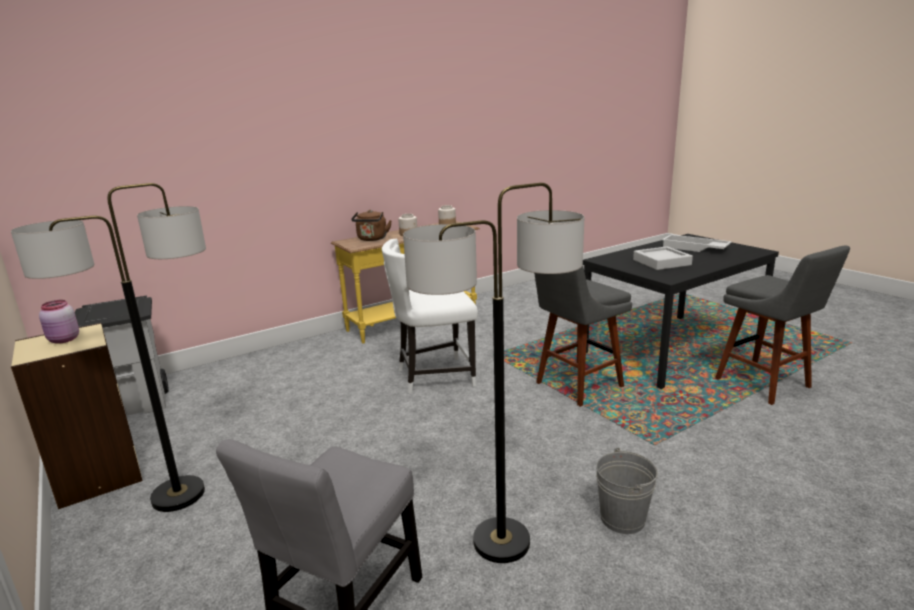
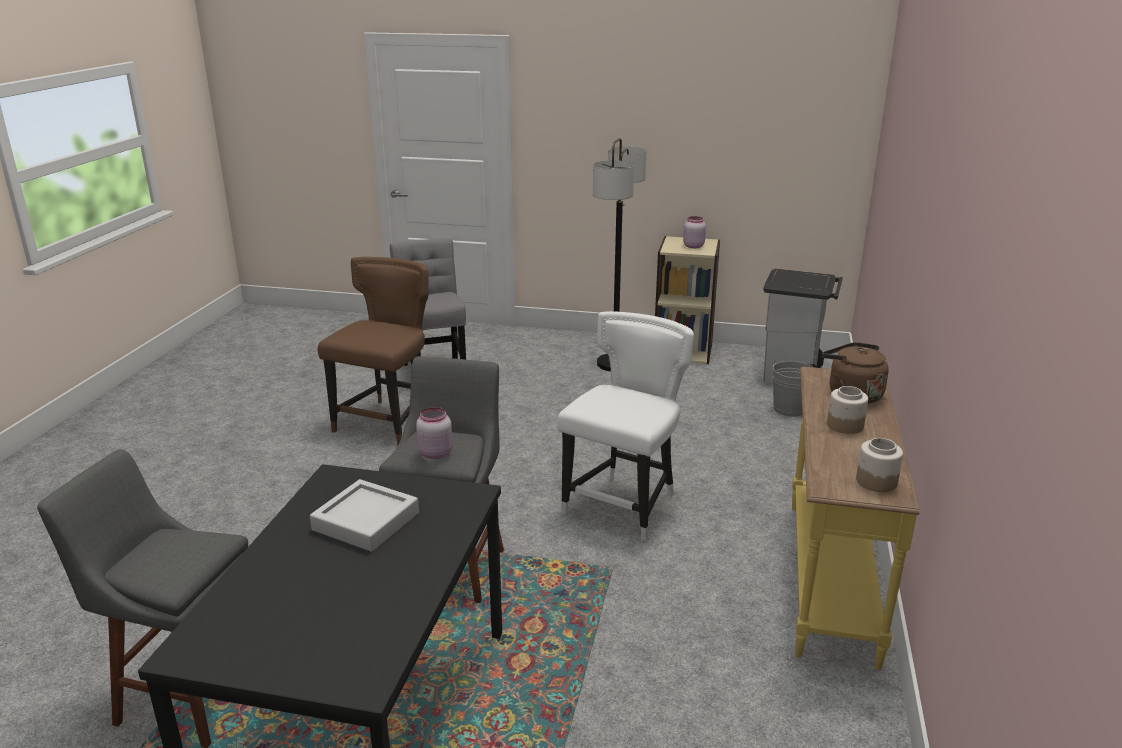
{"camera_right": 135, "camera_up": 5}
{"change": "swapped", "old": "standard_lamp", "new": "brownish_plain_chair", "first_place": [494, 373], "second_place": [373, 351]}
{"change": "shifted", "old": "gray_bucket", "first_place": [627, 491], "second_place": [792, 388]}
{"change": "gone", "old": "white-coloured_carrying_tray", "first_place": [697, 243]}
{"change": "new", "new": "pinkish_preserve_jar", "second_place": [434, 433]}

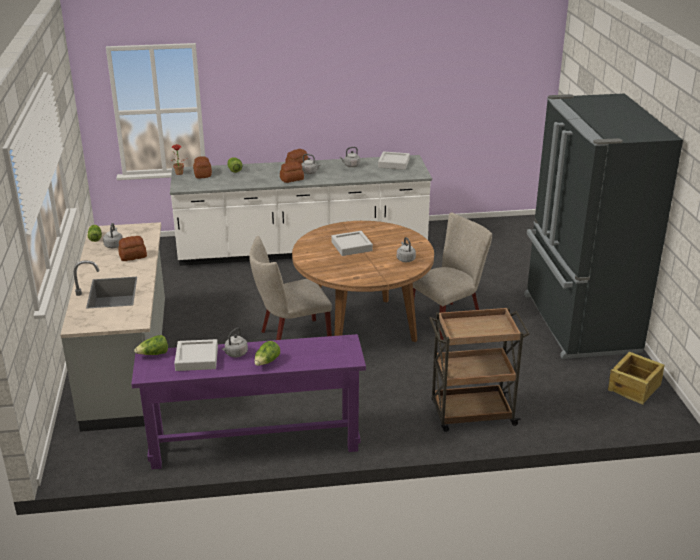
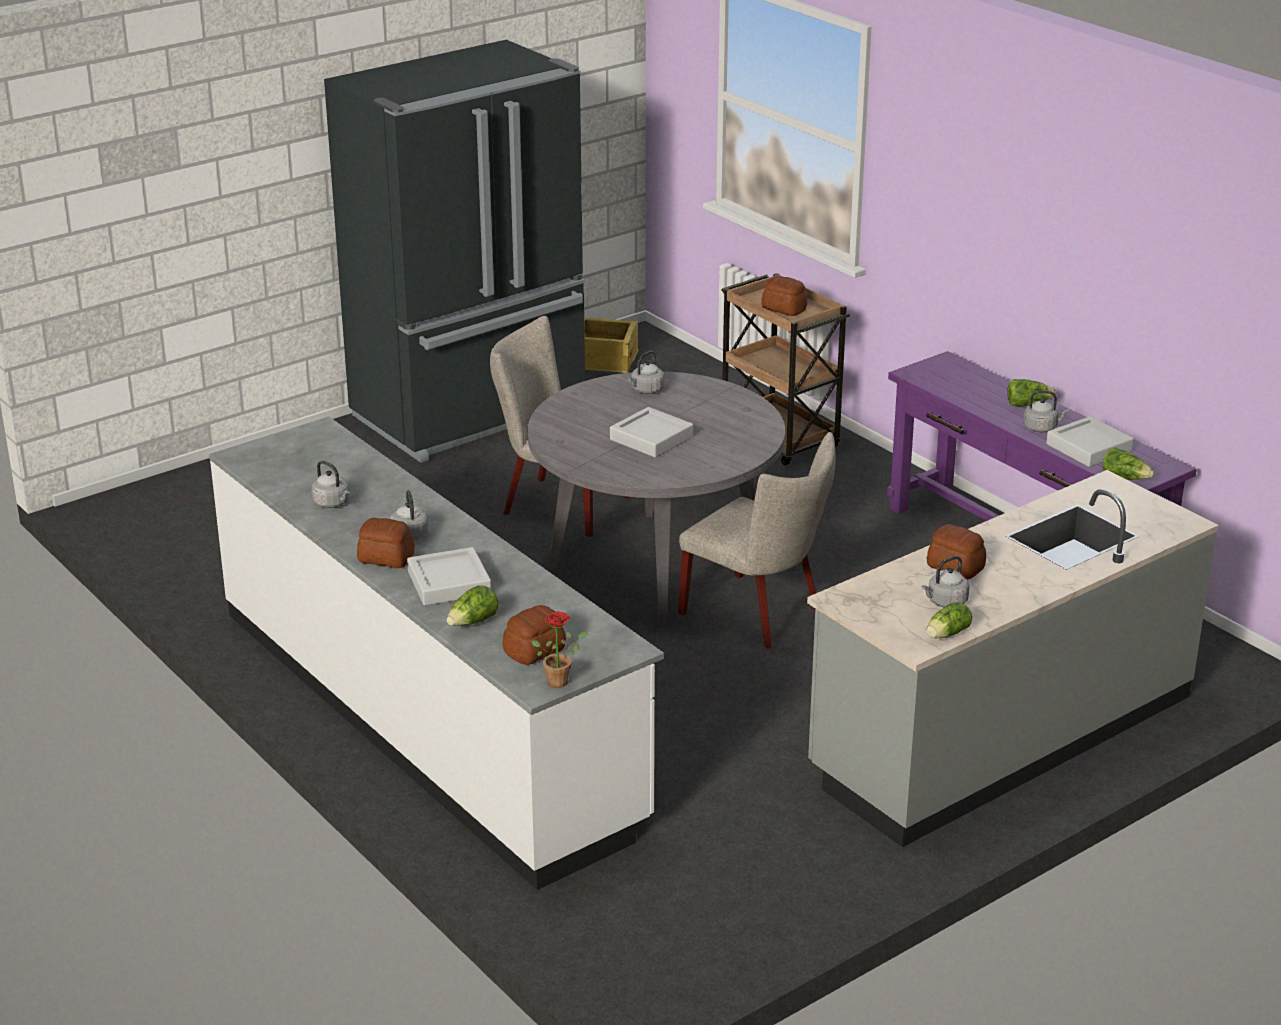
{"camera_right": -120, "camera_up": 0}
{"change": "shifted", "old": "bakery_bread", "first_place": [292, 172], "second_place": [784, 296]}
{"change": "repainted", "old": "brownish_kitchen_table", "new": "gray_kitchen_table", "first_place": [363, 281], "second_place": [656, 497]}
{"change": "shifted", "old": "gray_carrying_tray", "first_place": [394, 160], "second_place": [449, 576]}

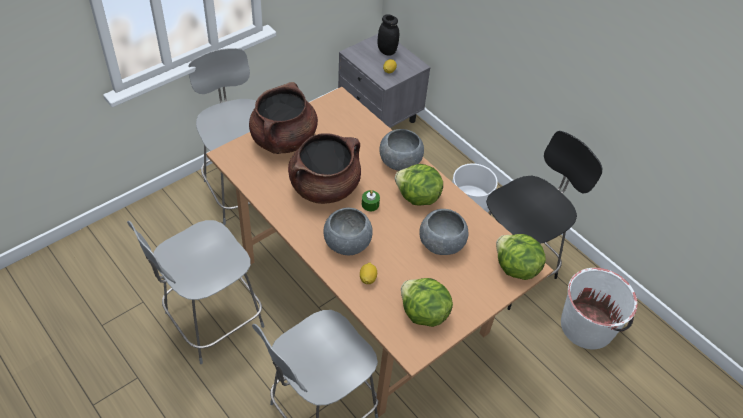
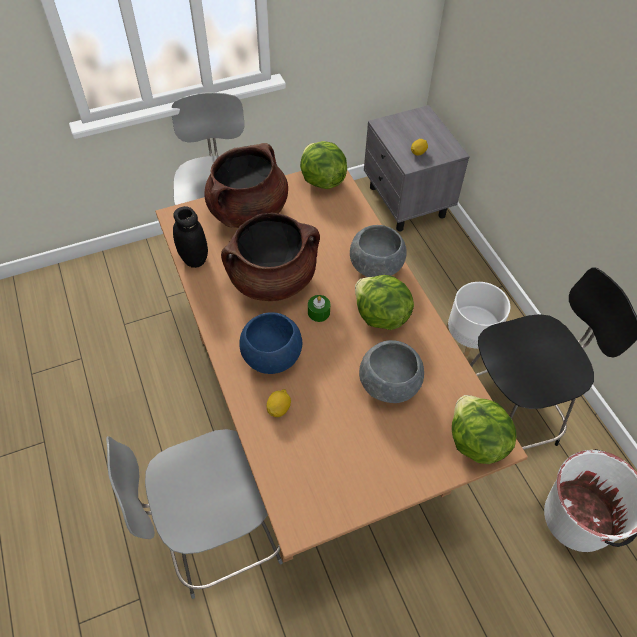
{"camera_right": 20, "camera_up": 5}
{"change": "gone", "old": "gray_plain_chair", "first_place": [195, 292]}
{"change": "repainted", "old": "gray_serving_bowl", "new": "blue-coloured_serving_bowl", "first_place": [348, 231], "second_place": [270, 343]}
{"change": "shifted", "old": "black-coloured_preserve_jar", "first_place": [388, 35], "second_place": [190, 237]}
{"change": "shifted", "old": "lettuce", "first_place": [427, 302], "second_place": [323, 165]}

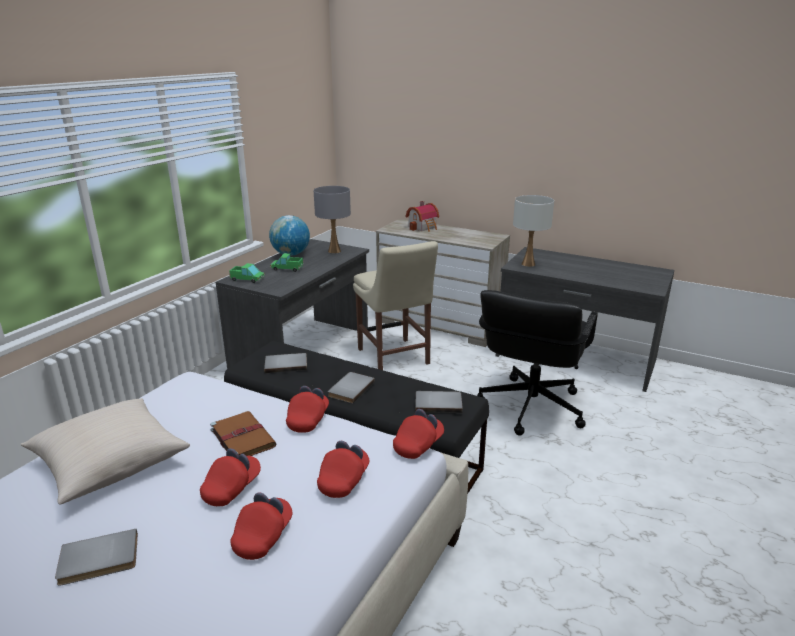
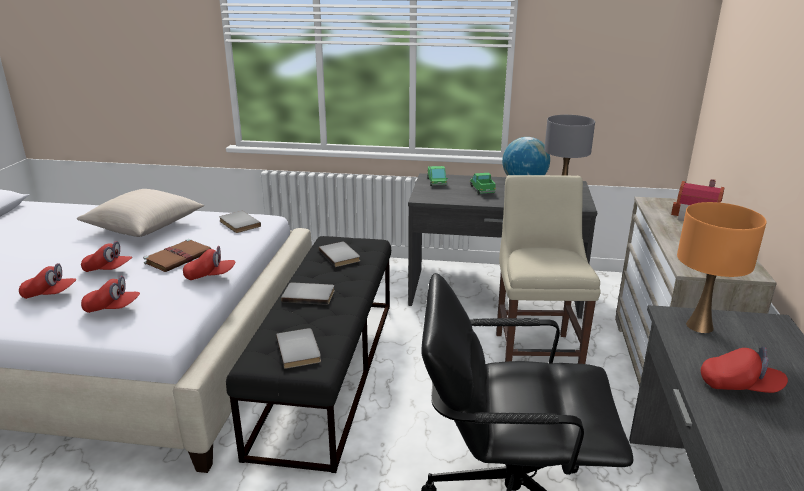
{"camera_right": 70, "camera_up": 0}
{"change": "shifted", "old": "gray_book", "first_place": [96, 557], "second_place": [240, 222]}
{"change": "rotated", "old": "sand-coloured_plain_chair", "first_place": [395, 305], "second_place": [548, 269], "degrees": 135}
{"change": "shifted", "old": "reddish_cap", "first_place": [418, 434], "second_place": [744, 370]}
{"change": "repainted", "old": "white-coloured_table_lamp", "new": "orange-coloured_table_lamp", "first_place": [533, 231], "second_place": [722, 267]}

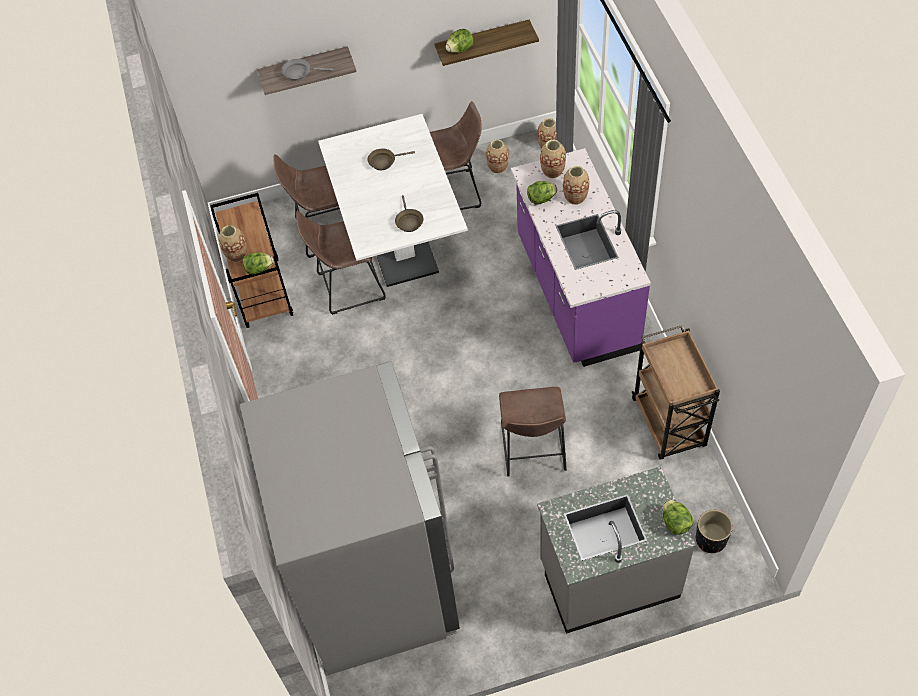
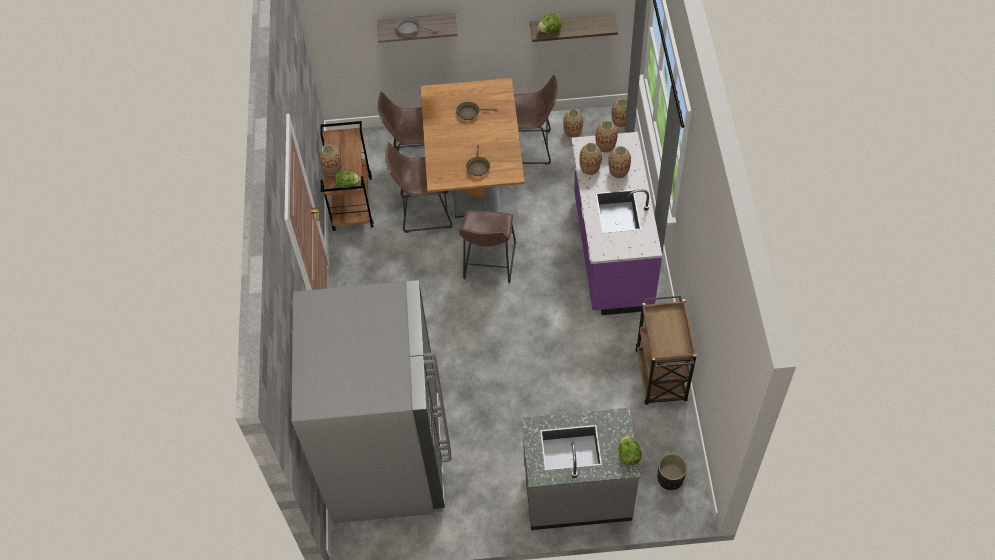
{"camera_right": 10, "camera_up": 0}
{"change": "repainted", "old": "white-coloured_kitchen_table", "new": "brownish_kitchen_table", "first_place": [393, 200], "second_place": [472, 148]}
{"change": "shifted", "old": "brownish_sitting_stool", "first_place": [533, 432], "second_place": [487, 246]}
{"change": "swapped", "old": "lettuce", "new": "decorative_vase", "first_place": [542, 193], "second_place": [590, 159]}

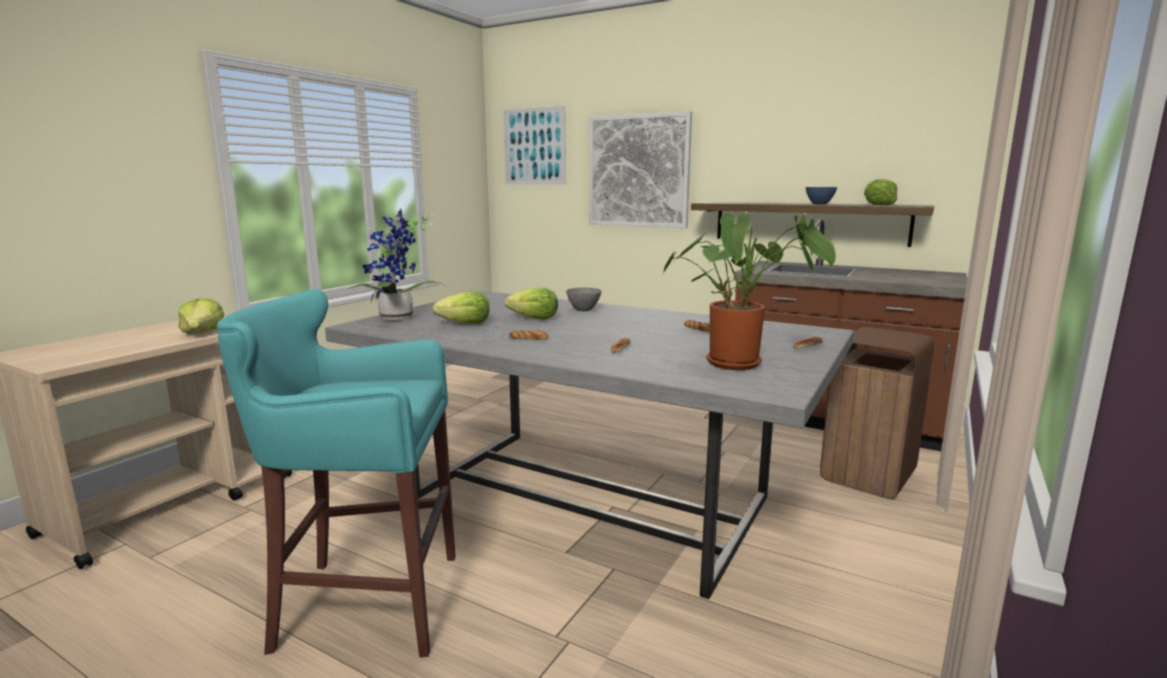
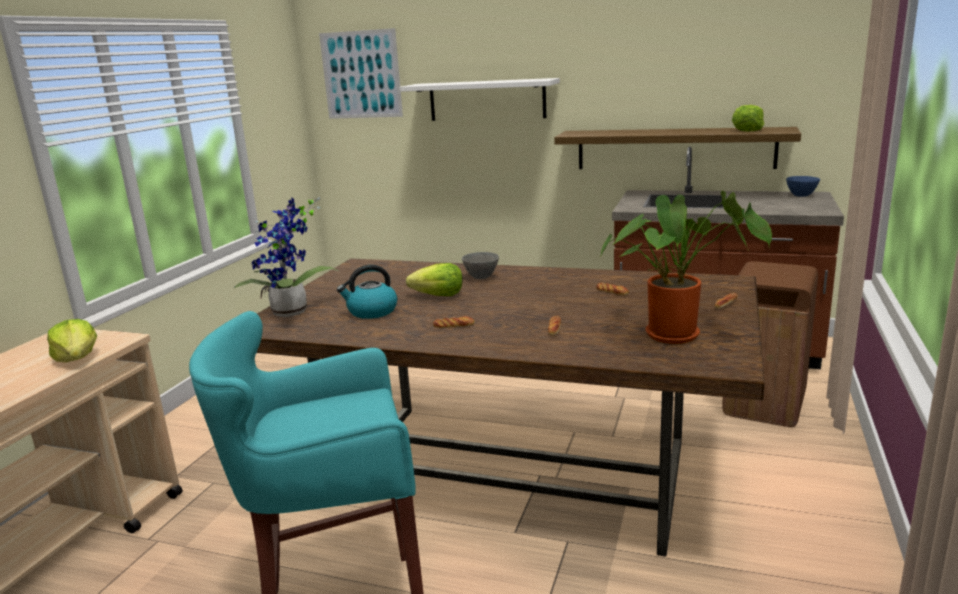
{"camera_right": -10, "camera_up": 5}
{"change": "repainted", "old": "gray_kitchen_table", "new": "brownish_kitchen_table", "first_place": [589, 445], "second_place": [510, 407]}
{"change": "swapped", "old": "lettuce", "new": "tea_kettle", "first_place": [460, 307], "second_place": [367, 291]}
{"change": "swapped", "old": "wall_picture", "new": "white-coloured_bracket_shelf", "first_place": [640, 169], "second_place": [480, 99]}
{"change": "shifted", "old": "blue-coloured_serving_bowl", "first_place": [821, 196], "second_place": [803, 186]}

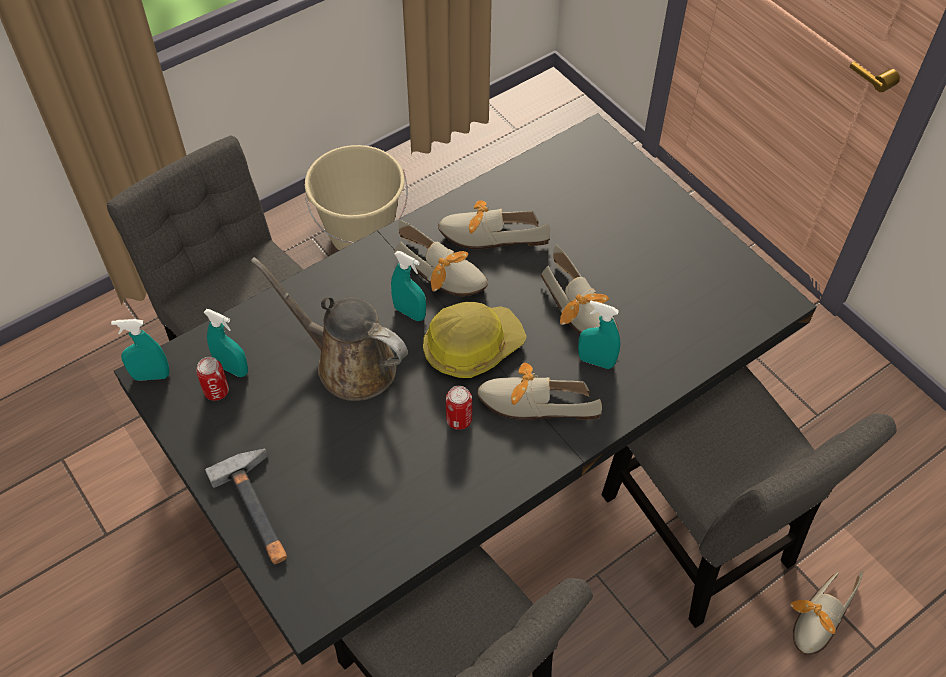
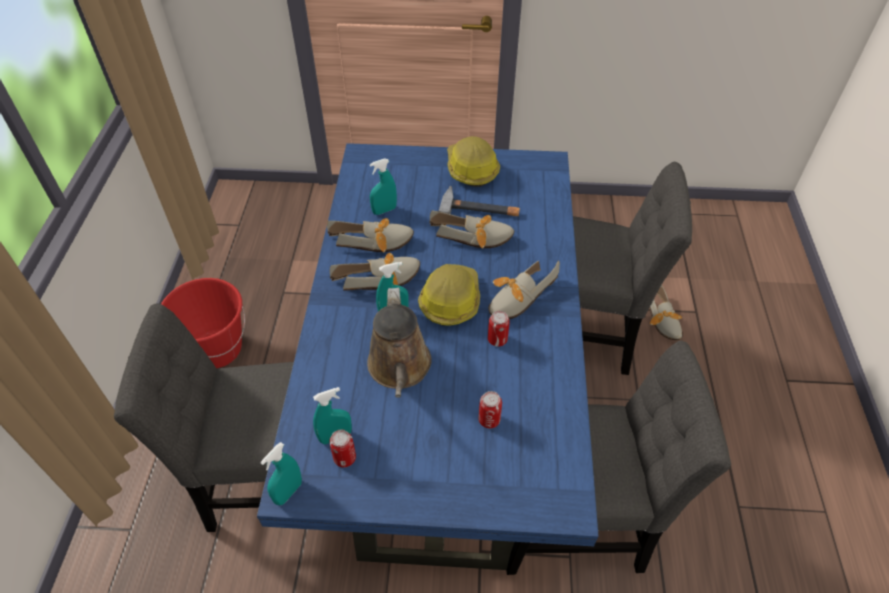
{"camera_right": -50, "camera_up": -5}
{"change": "repainted", "old": "black-coloured_kitchen_table", "new": "blue-coloured_kitchen_table", "first_place": [465, 389], "second_place": [428, 356]}
{"change": "shifted", "old": "hammer", "first_place": [246, 506], "second_place": [479, 201]}
{"change": "rotated", "old": "brownish_watering_can", "first_place": [329, 329], "second_place": [399, 342], "degrees": -75}
{"change": "repainted", "old": "sand-coloured_bucket", "new": "reddish_bucket", "first_place": [356, 198], "second_place": [203, 323]}
{"change": "rotated", "old": "item_of_footwear", "first_place": [494, 224], "second_place": [370, 235], "degrees": -135}
{"change": "shifted", "old": "blue-green_hand_sprayer", "first_place": [599, 335], "second_place": [383, 186]}
{"change": "new", "new": "hard_hat", "second_place": [473, 161]}
{"change": "new", "new": "metal_can", "second_place": [490, 409]}

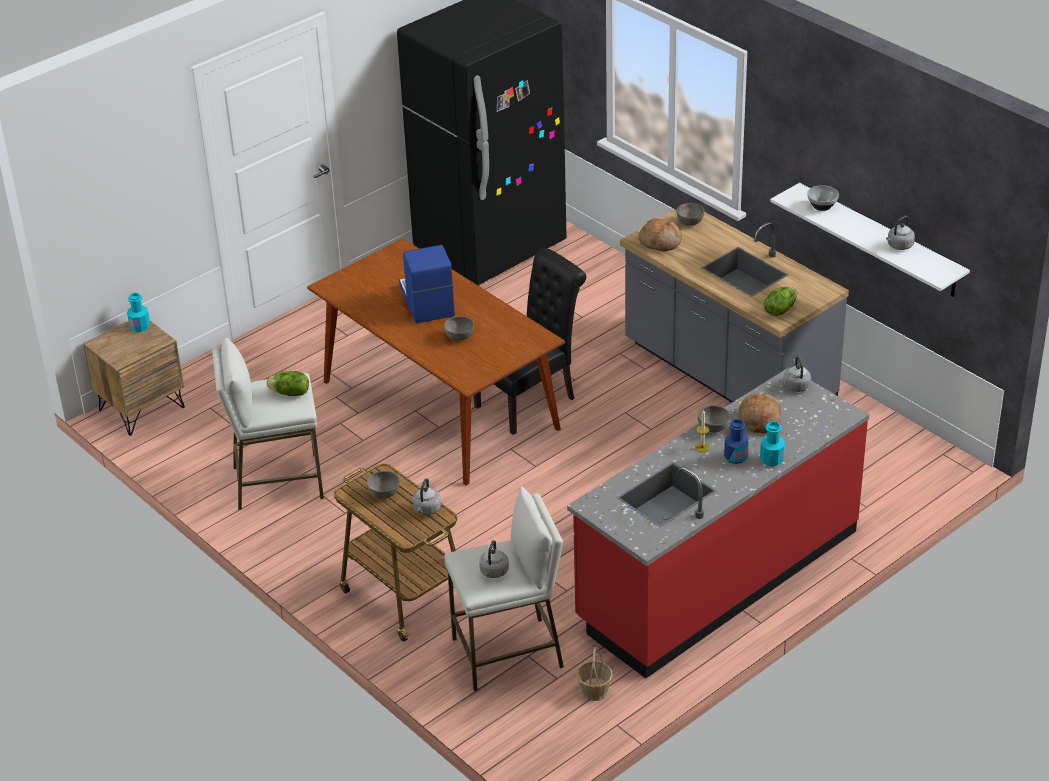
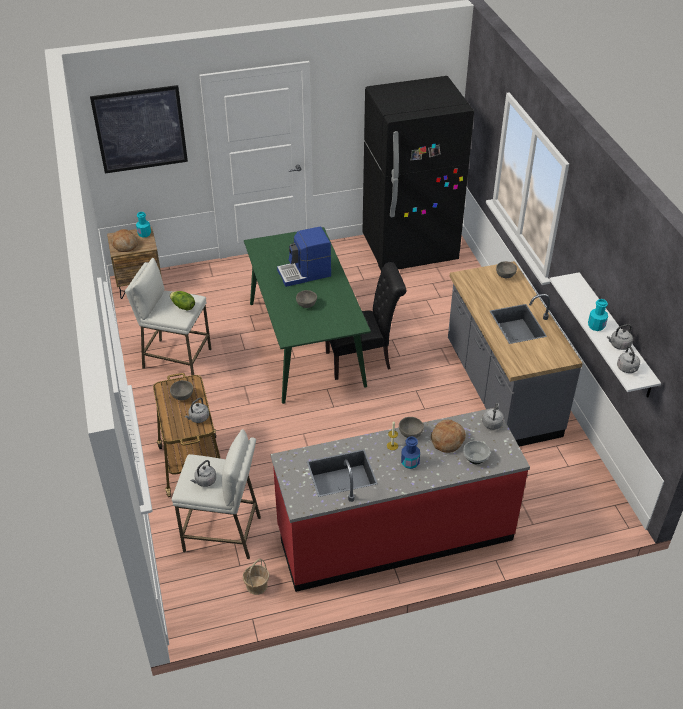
{"camera_right": 25, "camera_up": 5}
{"change": "repainted", "old": "brownish_kitchen_table", "new": "green_kitchen_table", "first_place": [436, 362], "second_place": [307, 315]}
{"change": "rotated", "old": "coffee_brewer", "first_place": [427, 284], "second_place": [304, 257], "degrees": -120}
{"change": "shifted", "old": "bakery_bread", "first_place": [660, 234], "second_place": [124, 240]}
{"change": "shifted", "old": "blue-green_drink_bottle", "first_place": [772, 443], "second_place": [598, 315]}
{"change": "gone", "old": "lettuce", "first_place": [780, 301]}
{"change": "shifted", "old": "serving_bowl", "first_place": [823, 198], "second_place": [476, 452]}
{"change": "new", "new": "wall_picture", "second_place": [139, 129]}
{"change": "new", "new": "gray_tea_kettle", "second_place": [628, 359]}

